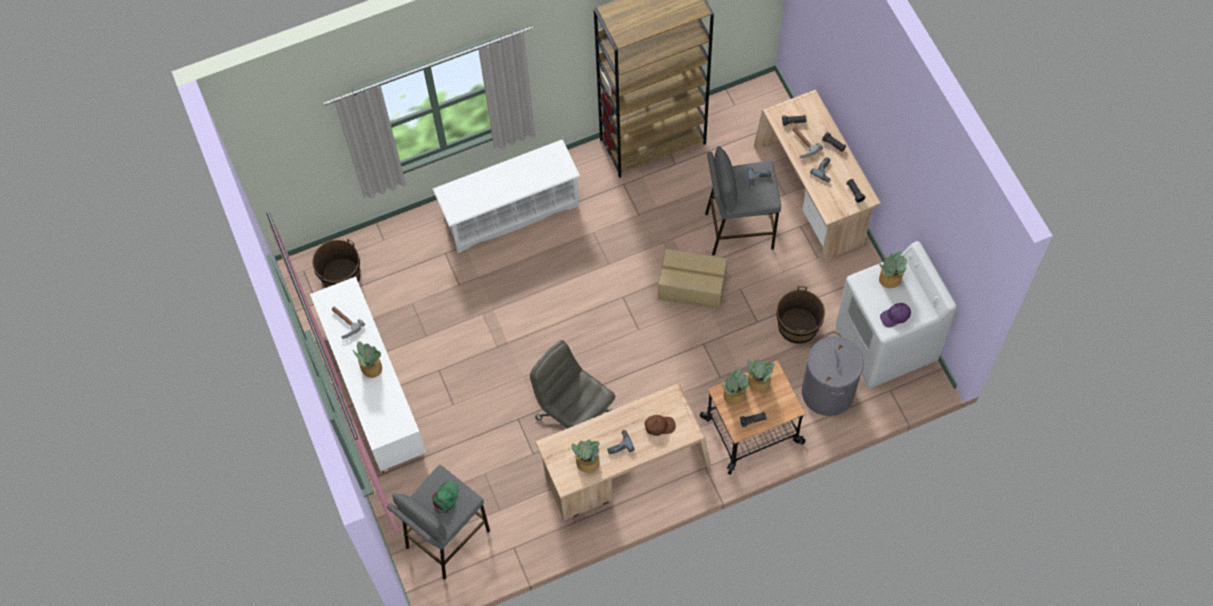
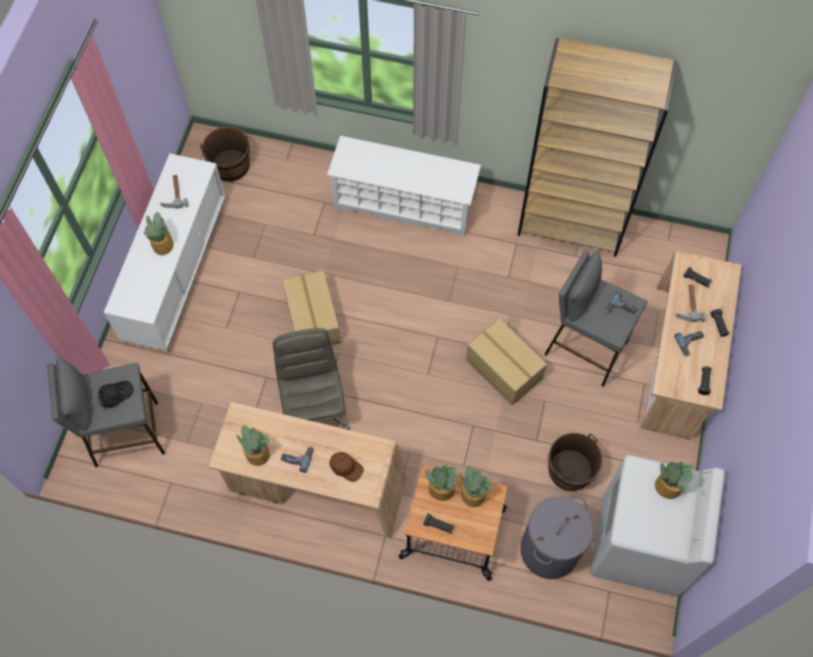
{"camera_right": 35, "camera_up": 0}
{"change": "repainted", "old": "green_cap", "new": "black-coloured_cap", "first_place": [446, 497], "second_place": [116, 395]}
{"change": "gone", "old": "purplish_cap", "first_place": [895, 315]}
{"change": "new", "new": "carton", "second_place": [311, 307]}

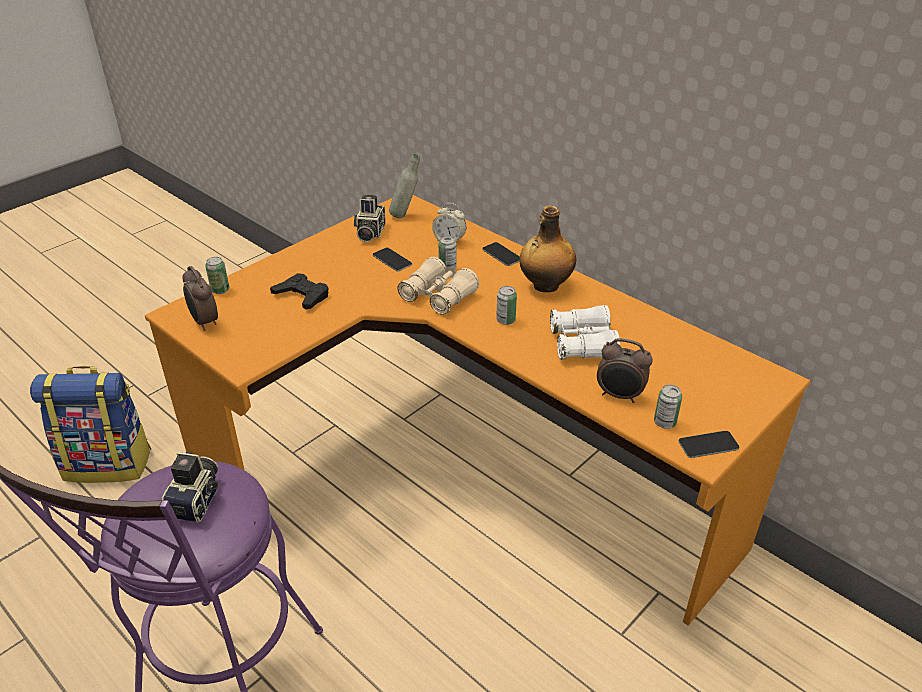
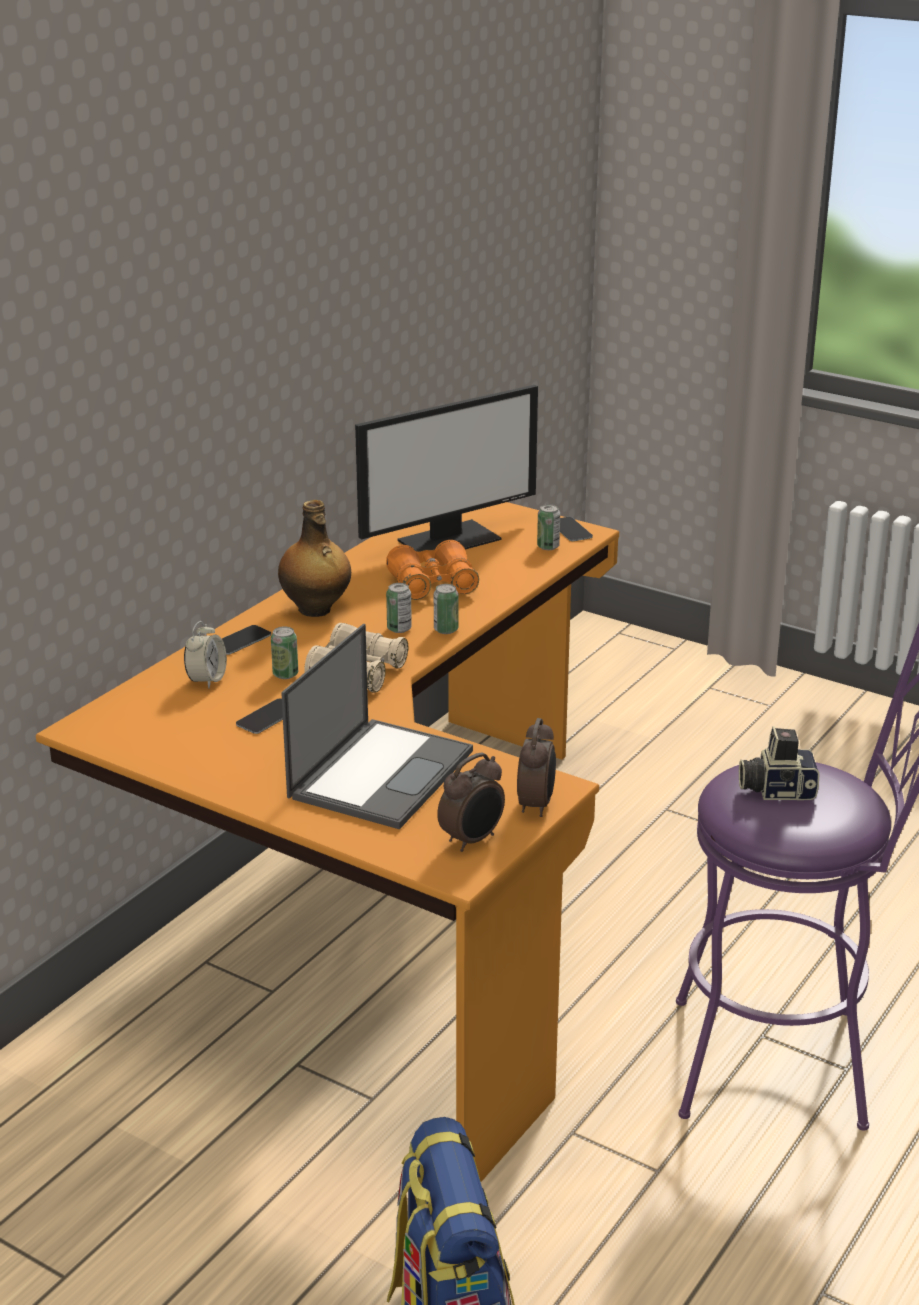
{"camera_right": -100, "camera_up": -10}
{"change": "shifted", "old": "metal_can", "first_place": [217, 275], "second_place": [446, 609]}
{"change": "swapped", "old": "black-coloured_joypad", "new": "portable_computer", "first_place": [299, 291], "second_place": [377, 726]}
{"change": "gone", "old": "photo_camera", "first_place": [369, 218]}
{"change": "gone", "old": "gray_drink_bottle", "first_place": [404, 186]}
{"change": "repainted", "old": "white-coloured_field_glasses", "new": "orange-coloured_field_glasses", "first_place": [585, 332], "second_place": [432, 570]}
{"change": "shifted", "old": "alarm_clock", "first_place": [625, 370], "second_place": [536, 767]}
{"change": "new", "new": "computer_display", "second_place": [446, 468]}

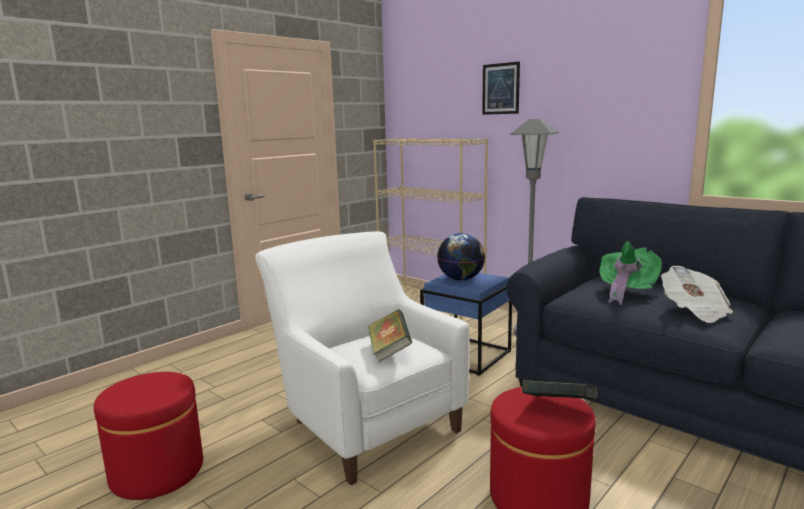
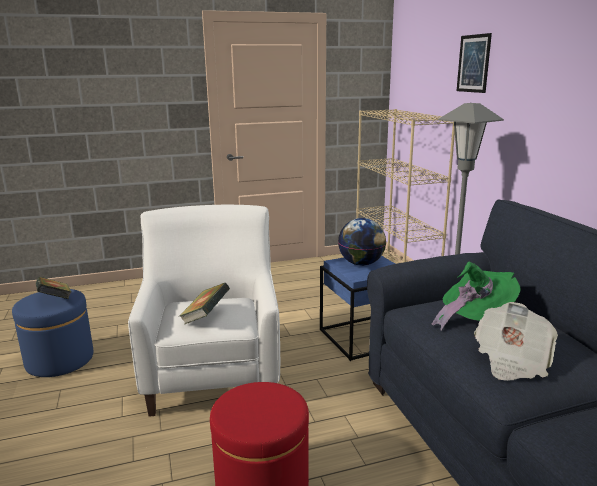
{"camera_right": 30, "camera_up": 5}
{"change": "repainted", "old": "reddish_pouffe", "new": "blue-coloured_pouffe", "first_place": [148, 436], "second_place": [53, 333]}
{"change": "shifted", "old": "book", "first_place": [560, 389], "second_place": [53, 288]}

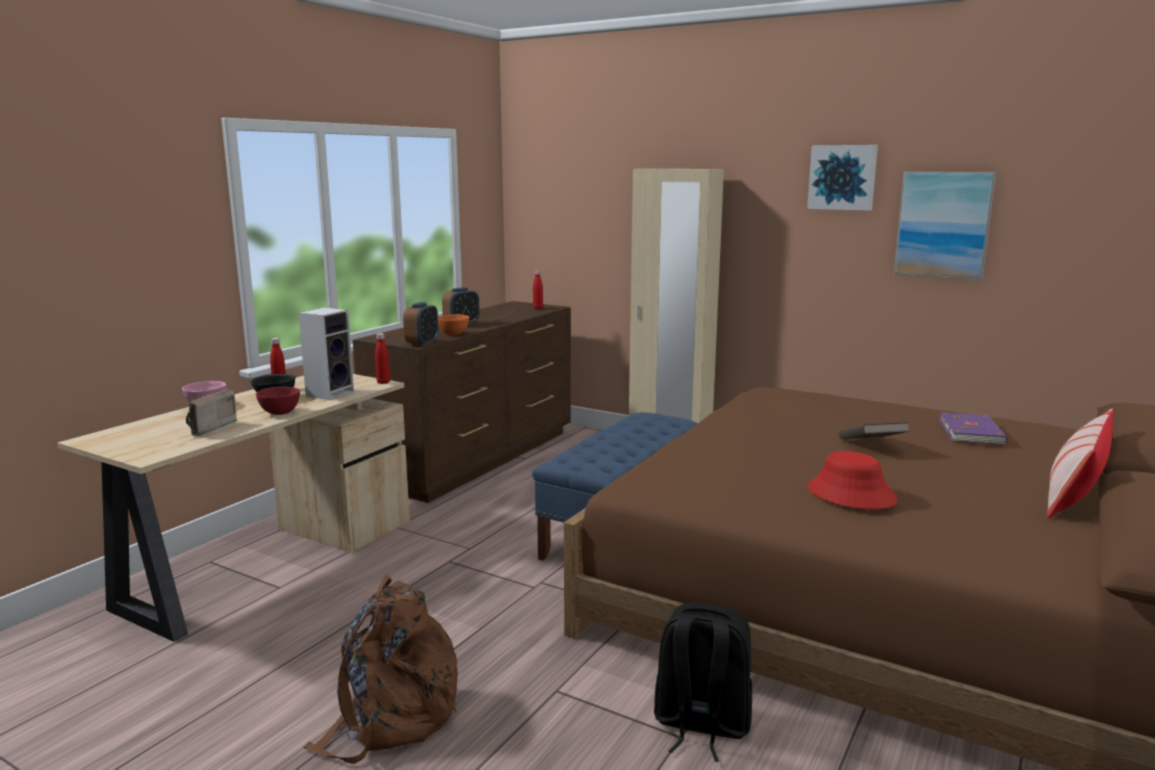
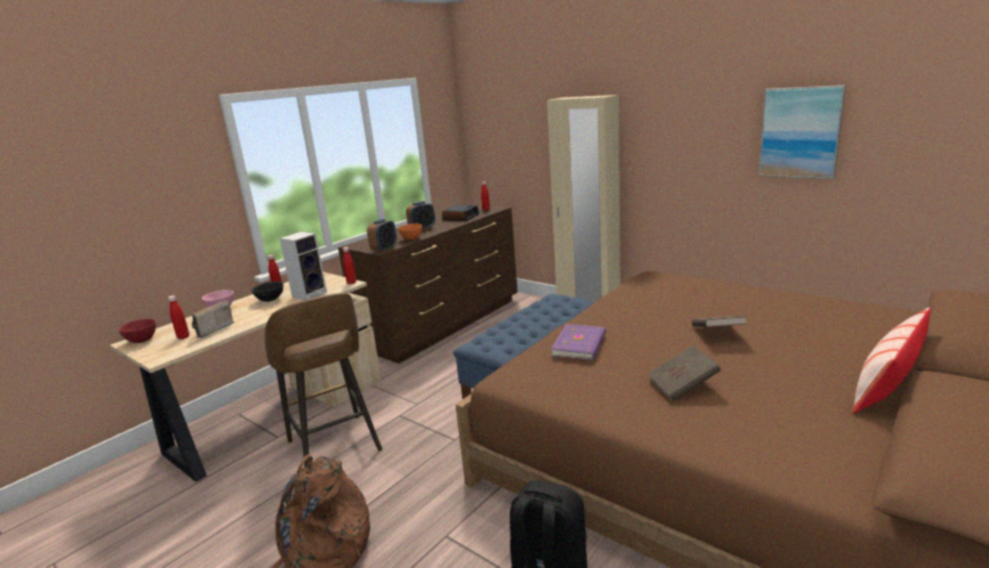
{"camera_right": 10, "camera_up": 5}
{"change": "shifted", "old": "reddish_serving_bowl", "first_place": [278, 401], "second_place": [137, 331]}
{"change": "gone", "old": "wall_picture", "first_place": [842, 178]}
{"change": "swapped", "old": "reddish_wearable_hat", "new": "brownish_book", "first_place": [853, 480], "second_place": [684, 373]}
{"change": "shifted", "old": "purplish_book", "first_place": [973, 429], "second_place": [578, 342]}
{"change": "new", "new": "reddish_drink_bottle", "second_place": [178, 317]}
{"change": "new", "new": "brownish_sitting_stool", "second_place": [323, 380]}
{"change": "new", "new": "alarm_clock", "second_place": [460, 213]}

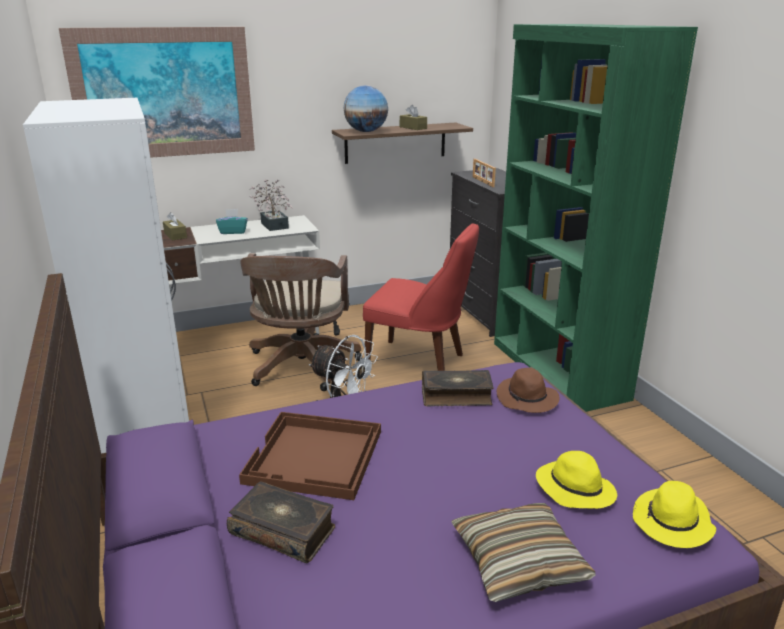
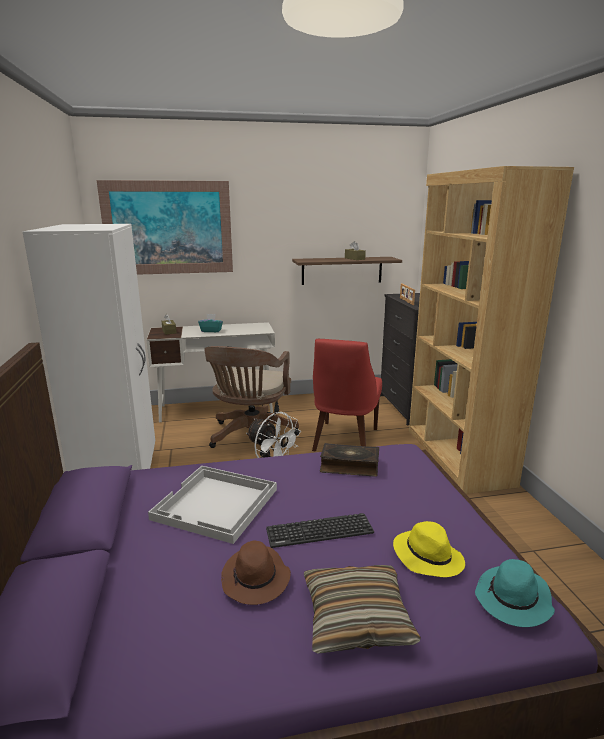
{"camera_right": 10, "camera_up": -5}
{"change": "gone", "old": "book", "first_place": [281, 522]}
{"change": "repainted", "old": "brownish_carrying_tray", "new": "white-coloured_carrying_tray", "first_place": [310, 456], "second_place": [212, 505]}
{"change": "gone", "old": "plant_in_a_pot", "first_place": [271, 205]}
{"change": "gone", "old": "desk_globe", "first_place": [366, 108]}
{"change": "rotated", "old": "reddish_plain_chair", "first_place": [421, 297], "second_place": [347, 395], "degrees": 75}
{"change": "repainted", "old": "green_shelving_unit", "new": "brownish_shelving_unit", "first_place": [596, 218], "second_place": [491, 330]}
{"change": "shifted", "old": "brownish_wearable_hat", "first_place": [528, 390], "second_place": [256, 573]}
{"change": "repainted", "old": "yellowish_wearable_hat", "new": "blue-green_wearable_hat", "first_place": [674, 514], "second_place": [515, 593]}
{"change": "new", "new": "keyboard", "second_place": [320, 530]}

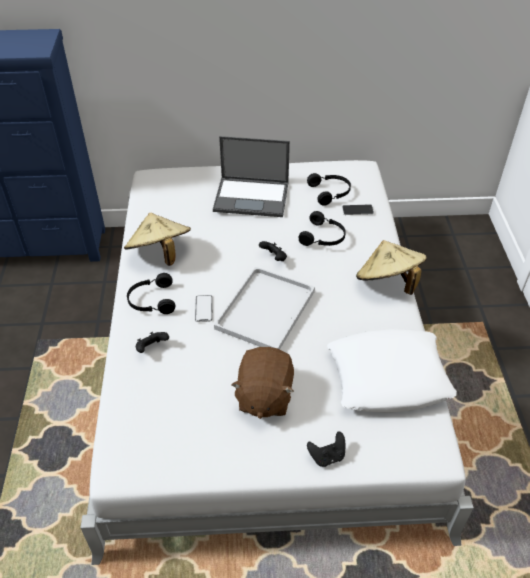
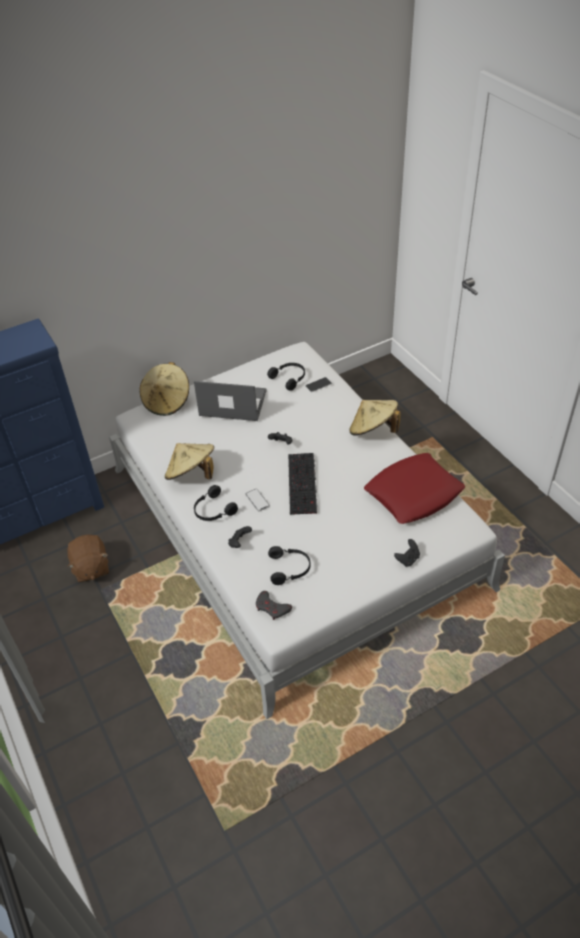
{"camera_right": -25, "camera_up": 0}
{"change": "rotated", "old": "portable_computer", "first_place": [251, 176], "second_place": [230, 401], "degrees": -150}
{"change": "swapped", "old": "white-coloured_carrying_tray", "new": "keyboard", "first_place": [264, 308], "second_place": [303, 484]}
{"change": "shifted", "old": "brownish_cuddly_toy", "first_place": [262, 383], "second_place": [88, 558]}
{"change": "shifted", "old": "black-coloured_headset", "first_place": [322, 228], "second_place": [289, 565]}
{"change": "repainted", "old": "white-coloured_pillow", "new": "reddish_pillow", "first_place": [392, 371], "second_place": [414, 488]}
{"change": "new", "new": "sand-coloured_wearable_hat", "second_place": [164, 389]}
{"change": "new", "new": "gray_joypad", "second_place": [274, 605]}

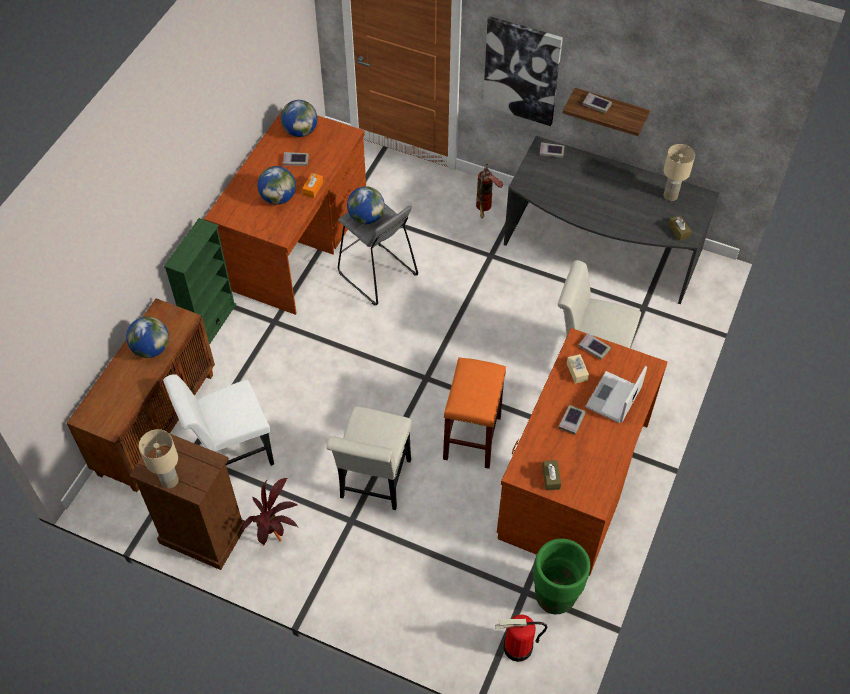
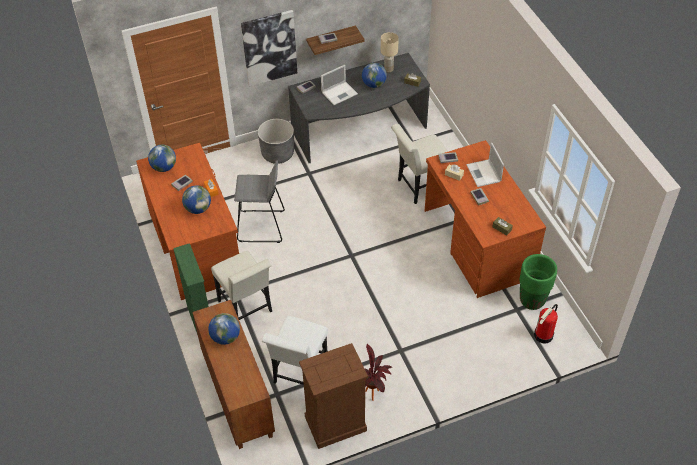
{"camera_right": -45, "camera_up": -5}
{"change": "gone", "old": "sand-coloured_table_lamp", "first_place": [159, 459]}
{"change": "shifted", "old": "white-coloured_plain_chair", "first_place": [369, 458], "second_place": [241, 285]}
{"change": "shifted", "old": "desk_globe", "first_place": [366, 205], "second_place": [374, 75]}
{"change": "gone", "old": "orange-coloured_sitting_stool", "first_place": [474, 413]}
{"change": "swapped", "old": "extinguisher", "new": "gray_flower_pot", "first_place": [489, 191], "second_place": [276, 141]}
{"change": "new", "new": "portable_computer", "second_place": [339, 85]}

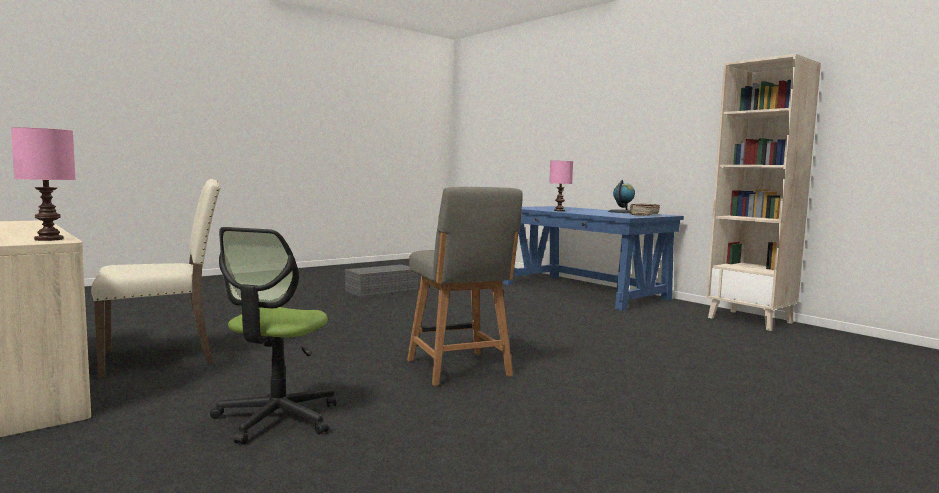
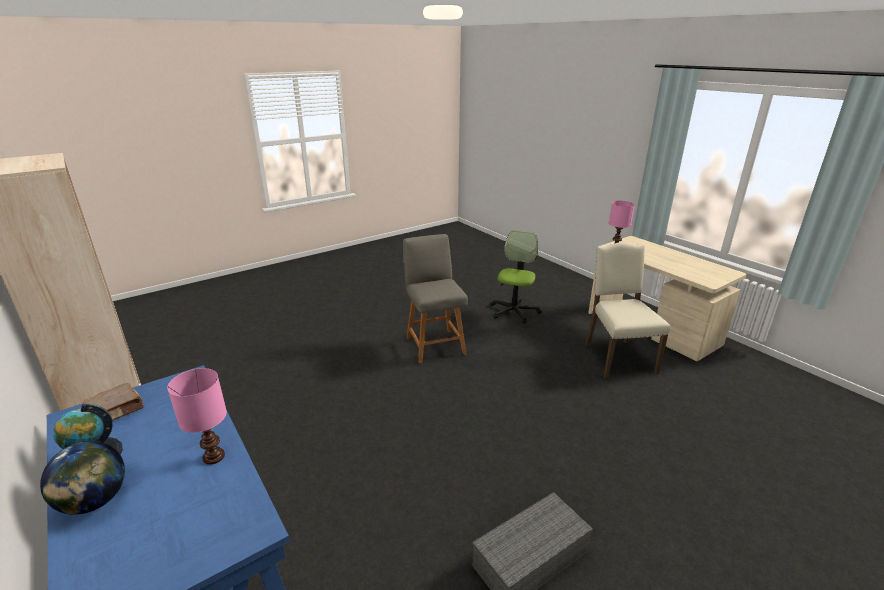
{"camera_right": -175, "camera_up": 20}
{"change": "rotated", "old": "sand-coloured_plain_chair", "first_place": [155, 278], "second_place": [628, 310], "degrees": 105}
{"change": "new", "new": "desk_globe", "second_place": [82, 478]}

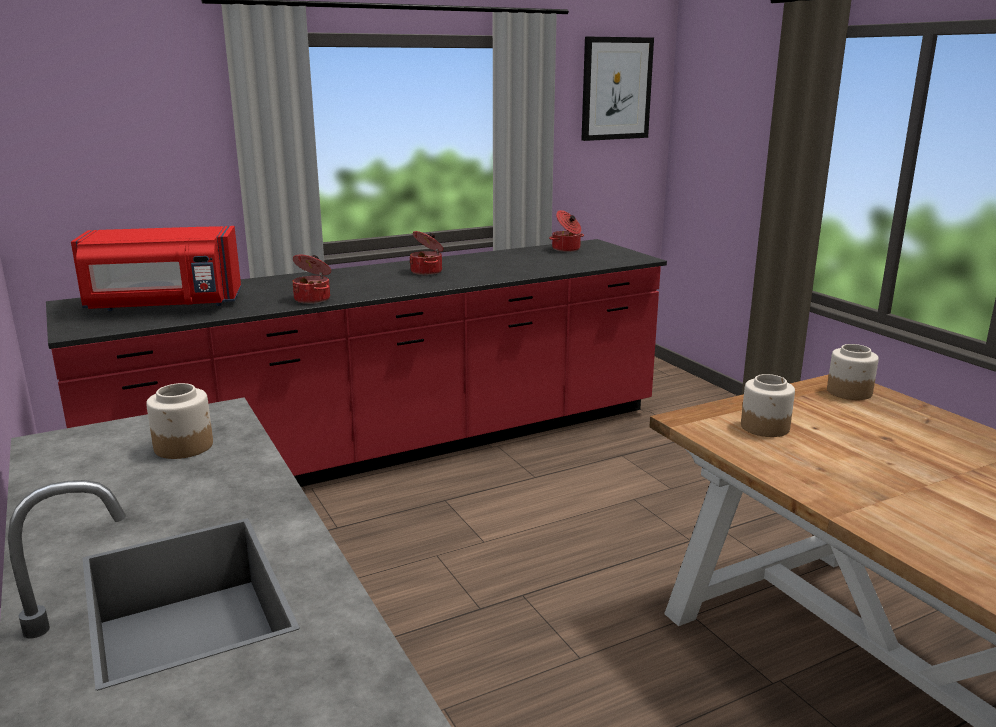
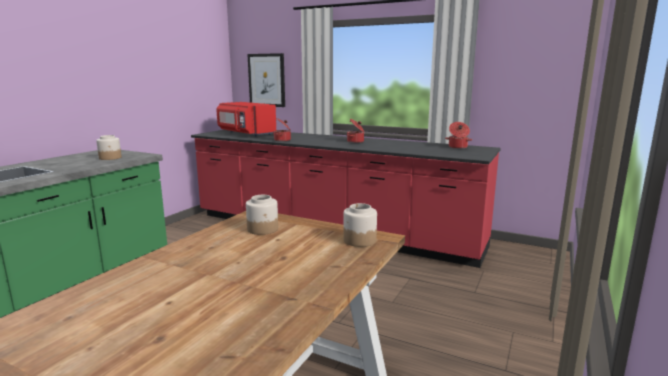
{"camera_right": 55, "camera_up": -5}
{"change": "shifted", "old": "wall_picture", "first_place": [617, 89], "second_place": [266, 80]}

